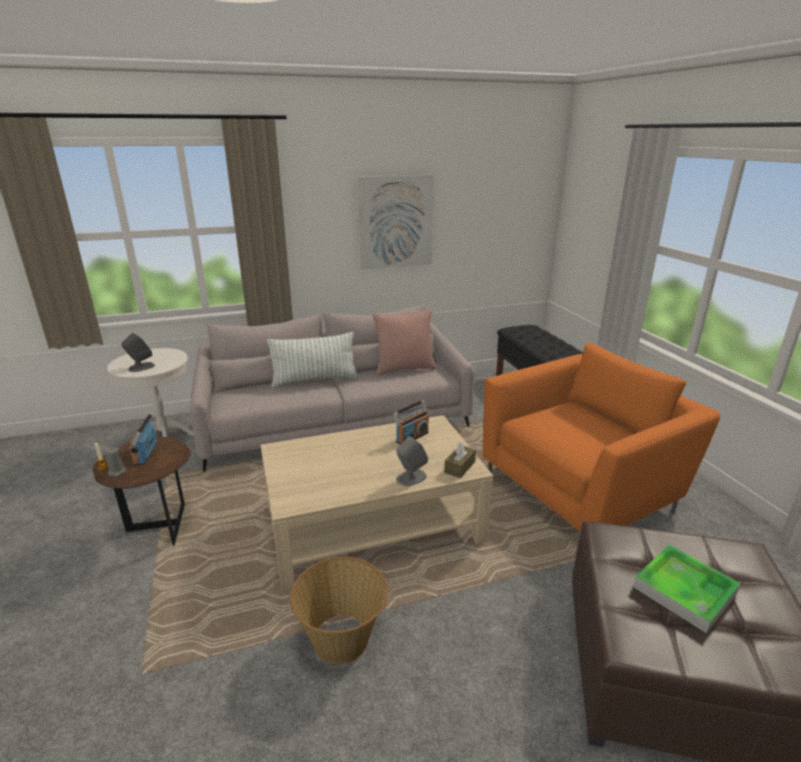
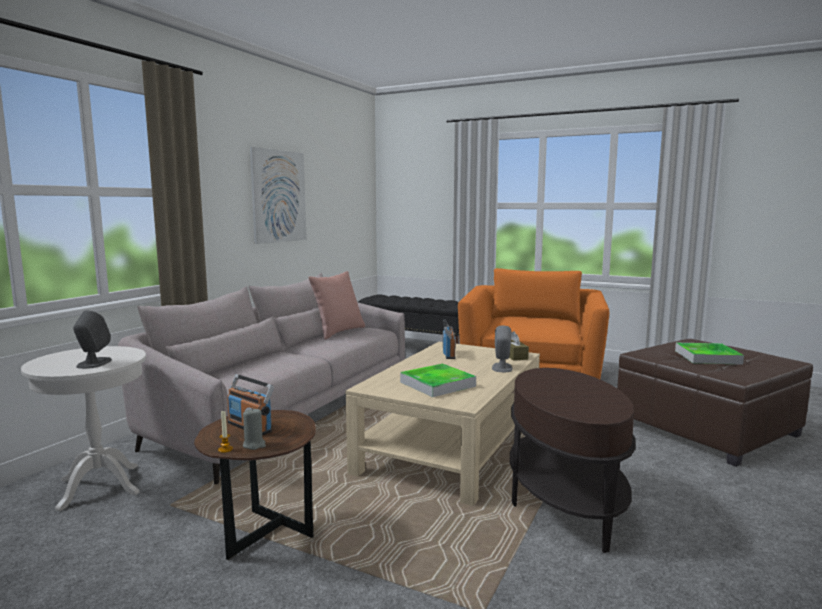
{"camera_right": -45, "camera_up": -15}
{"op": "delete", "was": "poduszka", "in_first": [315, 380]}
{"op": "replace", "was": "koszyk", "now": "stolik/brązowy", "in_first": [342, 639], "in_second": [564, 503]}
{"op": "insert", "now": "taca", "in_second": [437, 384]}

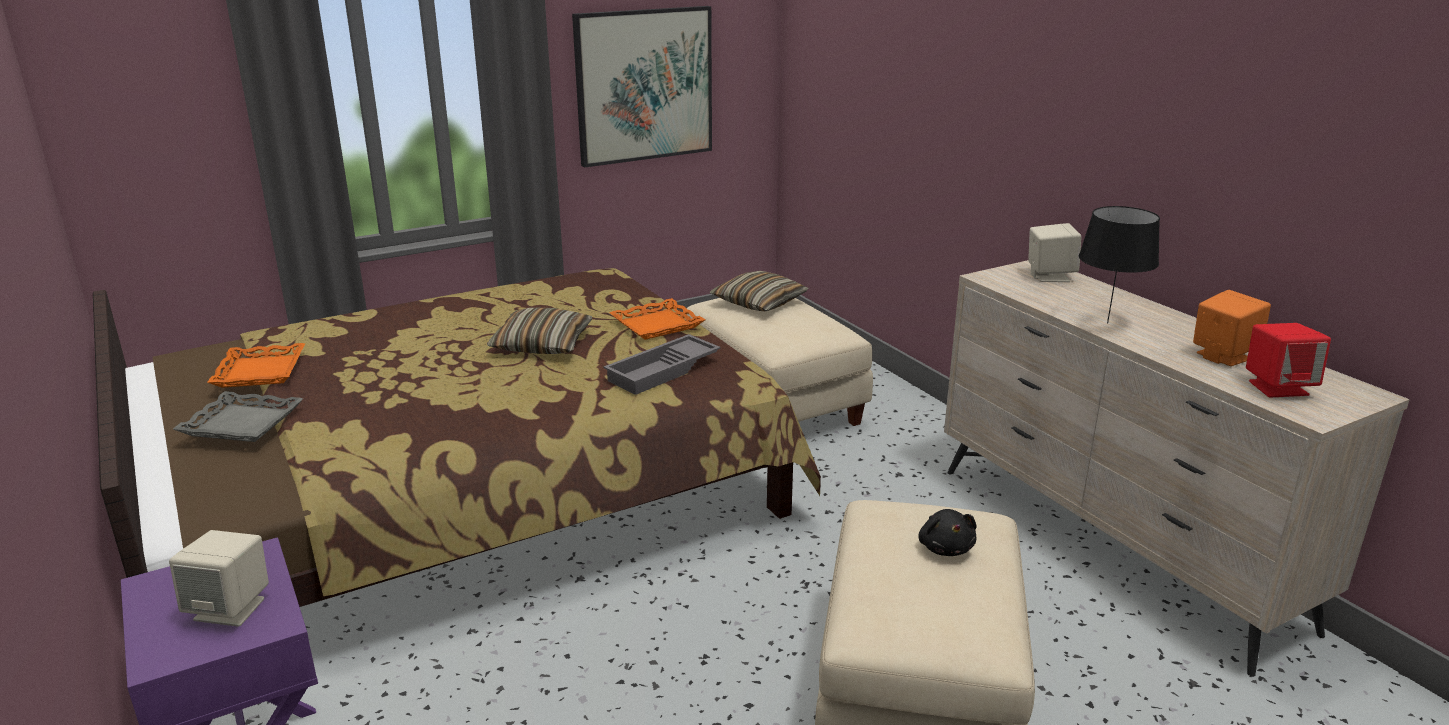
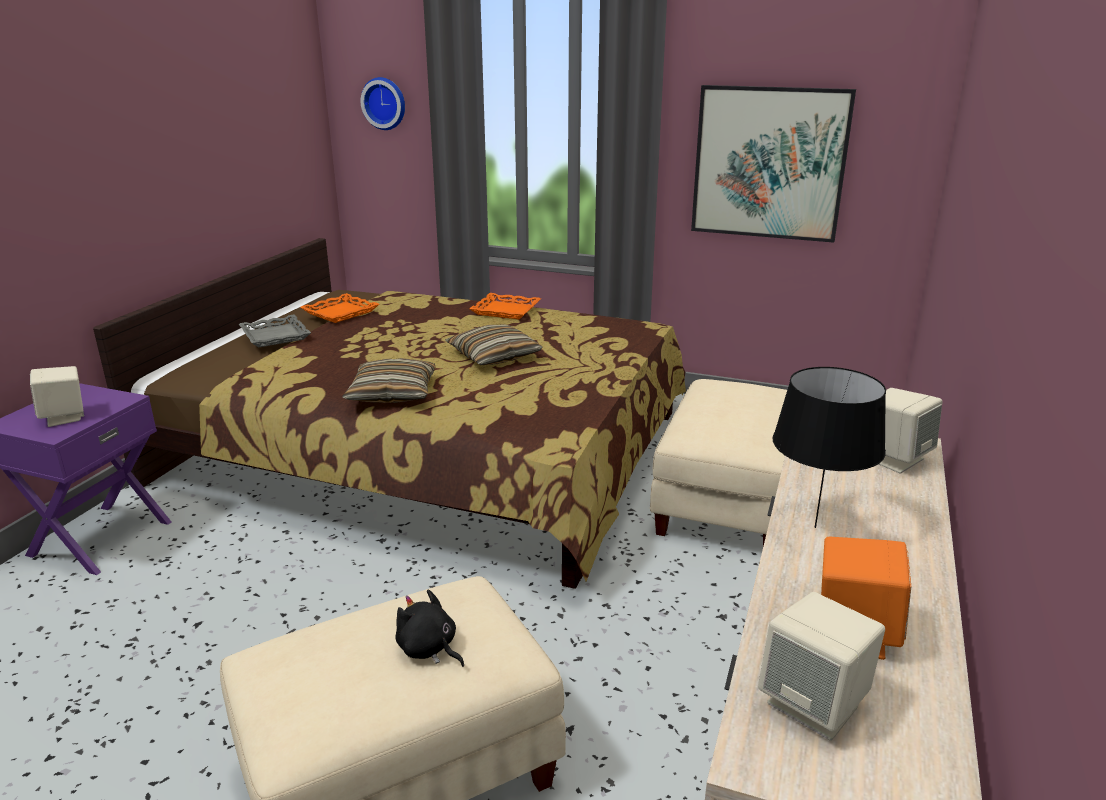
{"camera_right": 50, "camera_up": 0}
{"op": "delete", "was": "taca/szary", "in_first": [663, 371]}
{"op": "move", "was": "taca/pomarańczowy", "in_first": [657, 325], "in_second": [505, 311]}
{"op": "move", "was": "poduszka", "in_first": [759, 302], "in_second": [392, 393]}
{"op": "rotate", "was": "pluszak/czarny", "in_first": [945, 547], "in_second": [429, 649], "clockwise": 90}
{"op": "recolor", "was": "głośnik/czerwony", "now": "głośnik/beżowy", "in_first": [1278, 388], "in_second": [814, 704]}
{"op": "insert", "now": "zegar ścienny", "in_second": [385, 103]}

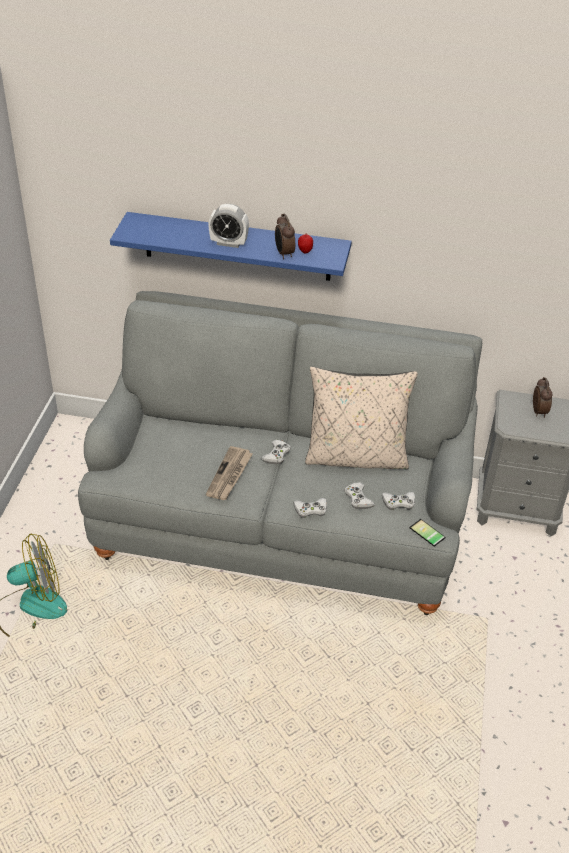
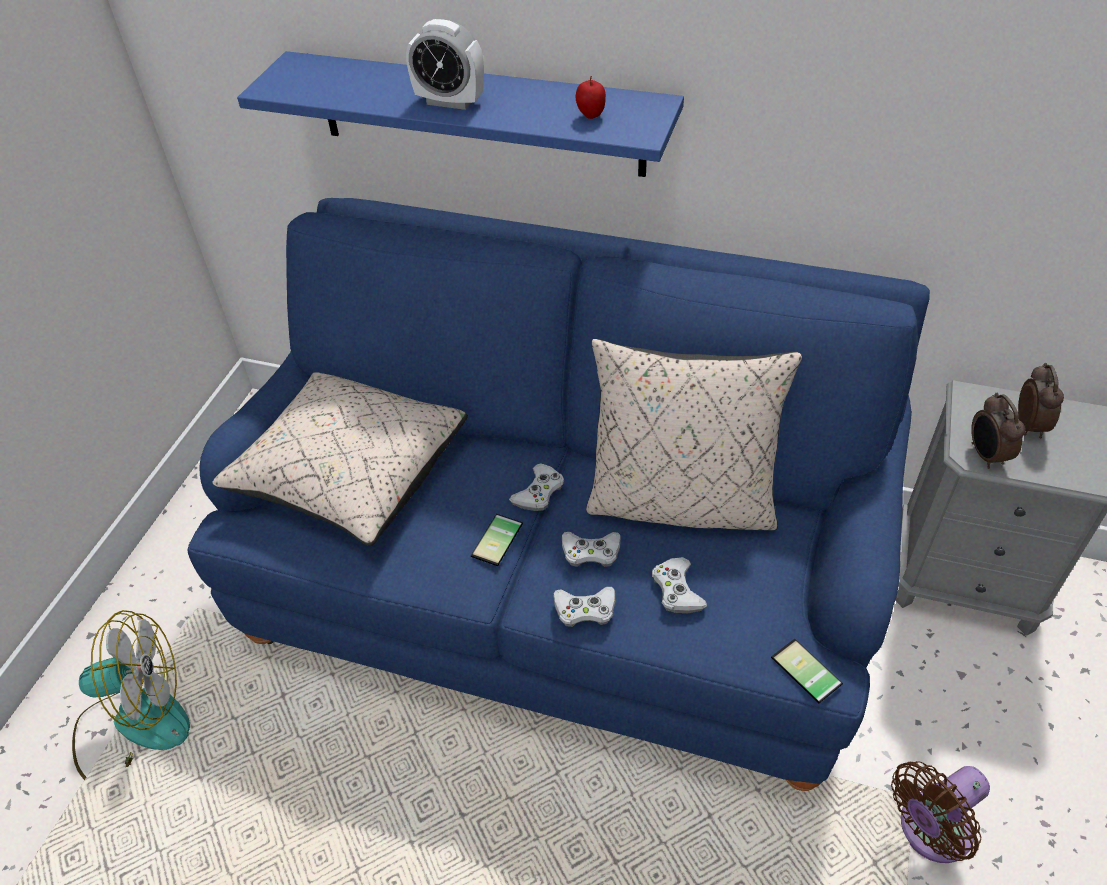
{"camera_right": 10, "camera_up": 5}
{"op": "recolor", "was": "kanapa/szary", "now": "kanapa/niebieski", "in_first": [281, 522], "in_second": [562, 586]}
{"op": "delete", "was": "gazeta", "in_first": [229, 475]}
{"op": "move", "was": "budzik", "in_first": [284, 253], "in_second": [985, 456]}
{"op": "move", "was": "pad do gier/biały", "in_first": [398, 503], "in_second": [591, 552]}
{"op": "insert", "now": "poduszka/beżowy", "in_second": [351, 473]}
{"op": "insert", "now": "telefon", "in_second": [500, 541]}
{"op": "insert", "now": "wentylator/brązowy", "in_second": [929, 831]}

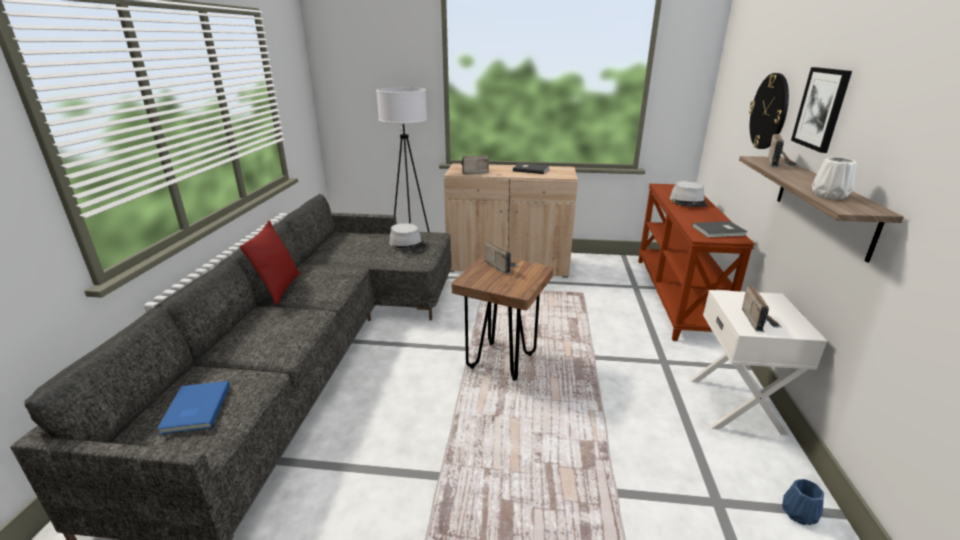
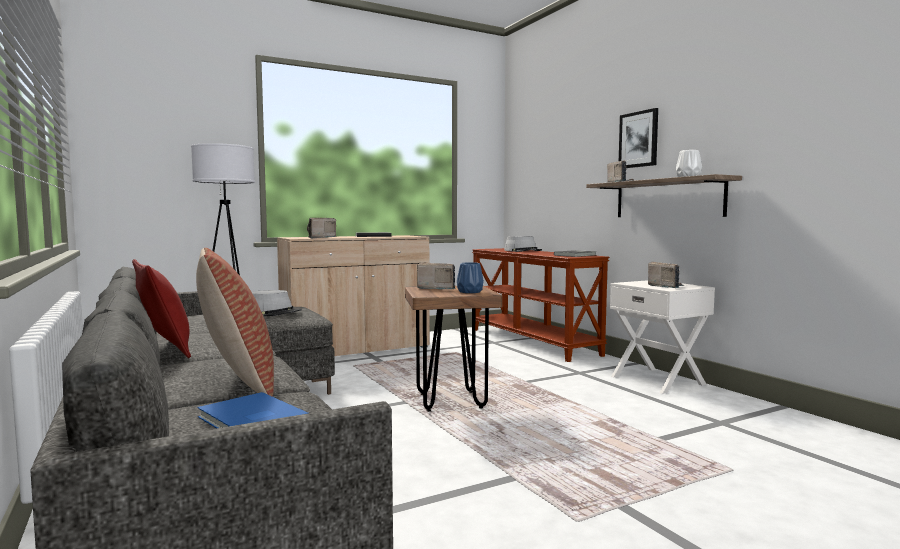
{"camera_right": -35, "camera_up": -20}
{"op": "delete", "was": "zegar ścienny", "in_first": [769, 111]}
{"op": "move", "was": "wazon/niebieski", "in_first": [797, 513], "in_second": [469, 292]}
{"op": "insert", "now": "poduszka", "in_second": [237, 383]}

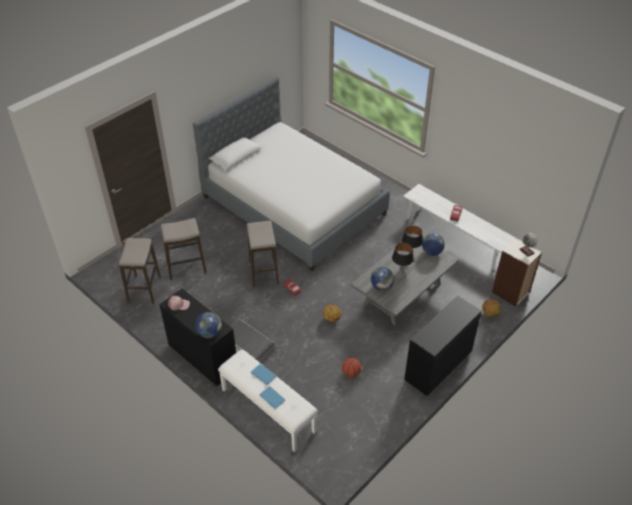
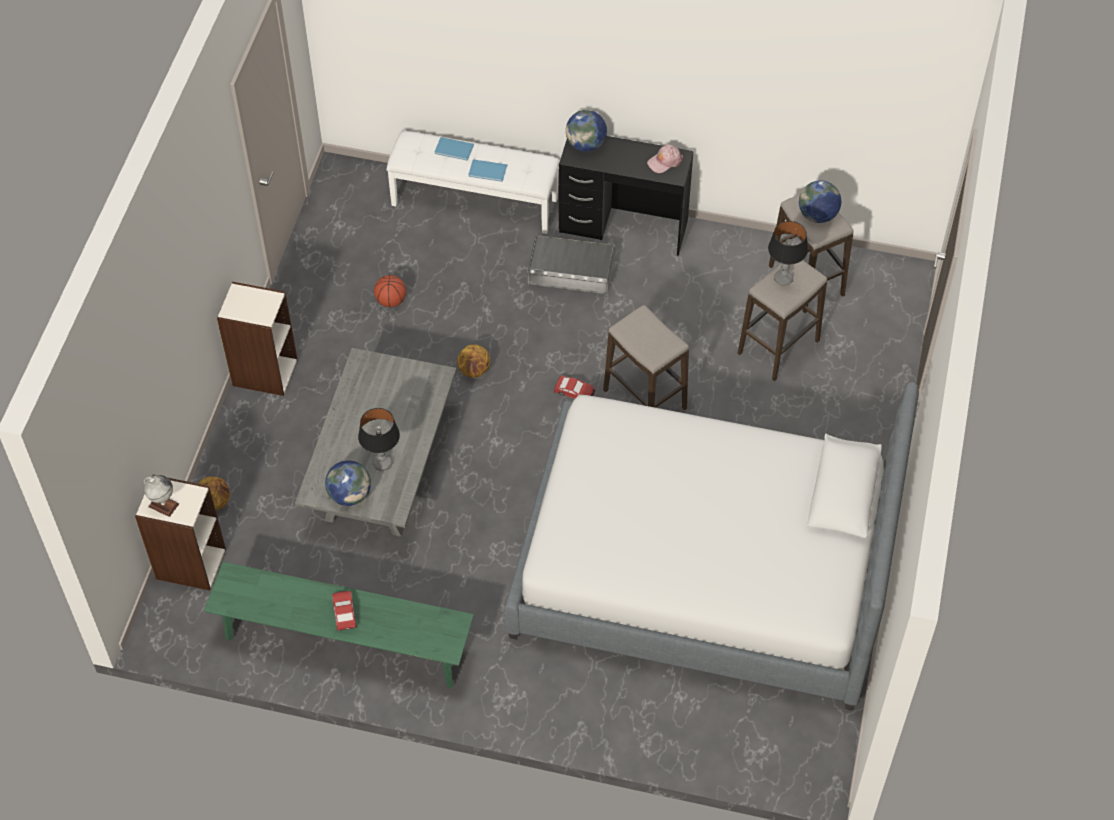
{"camera_right": 150, "camera_up": 10}
{"op": "move", "was": "globus", "in_first": [381, 286], "in_second": [817, 215]}
{"op": "move", "was": "lampa stołowa", "in_first": [400, 276], "in_second": [783, 279]}
{"op": "recolor", "was": "ławka/biały", "now": "ławka/zielony", "in_first": [454, 238], "in_second": [344, 644]}
{"op": "replace", "was": "biurko/czarny", "now": "regał", "in_first": [438, 365], "in_second": [264, 372]}

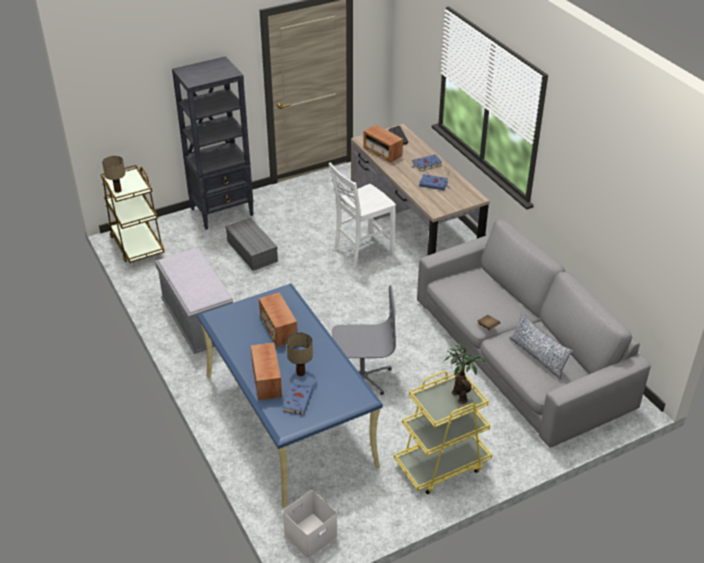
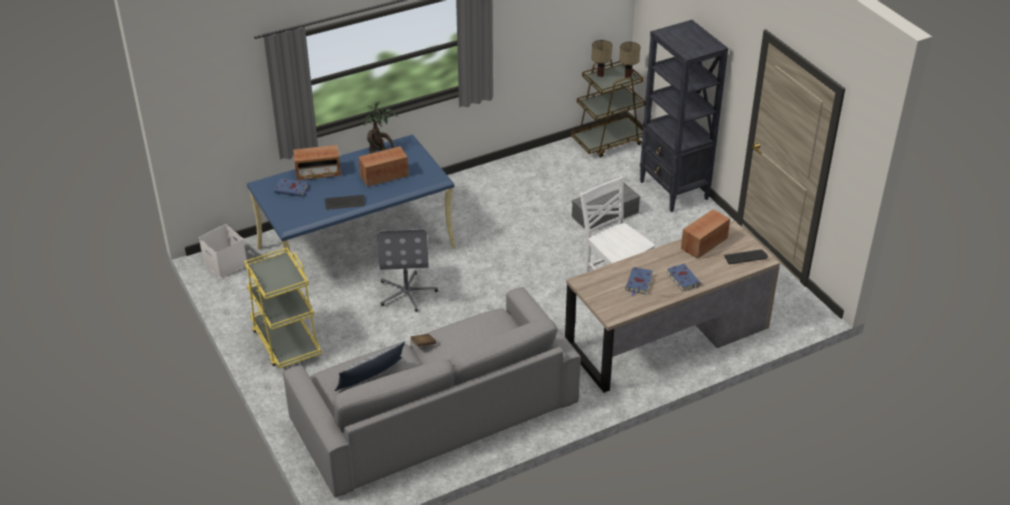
{"camera_right": 90, "camera_up": 0}
{"op": "delete", "was": "ławka/szary", "in_first": [198, 322]}
{"op": "move", "was": "lampa stołowa", "in_first": [301, 372], "in_second": [628, 76]}
{"op": "move", "was": "roślina doniczkowa", "in_first": [459, 395], "in_second": [379, 150]}
{"op": "insert", "now": "klawiatura", "in_second": [345, 203]}

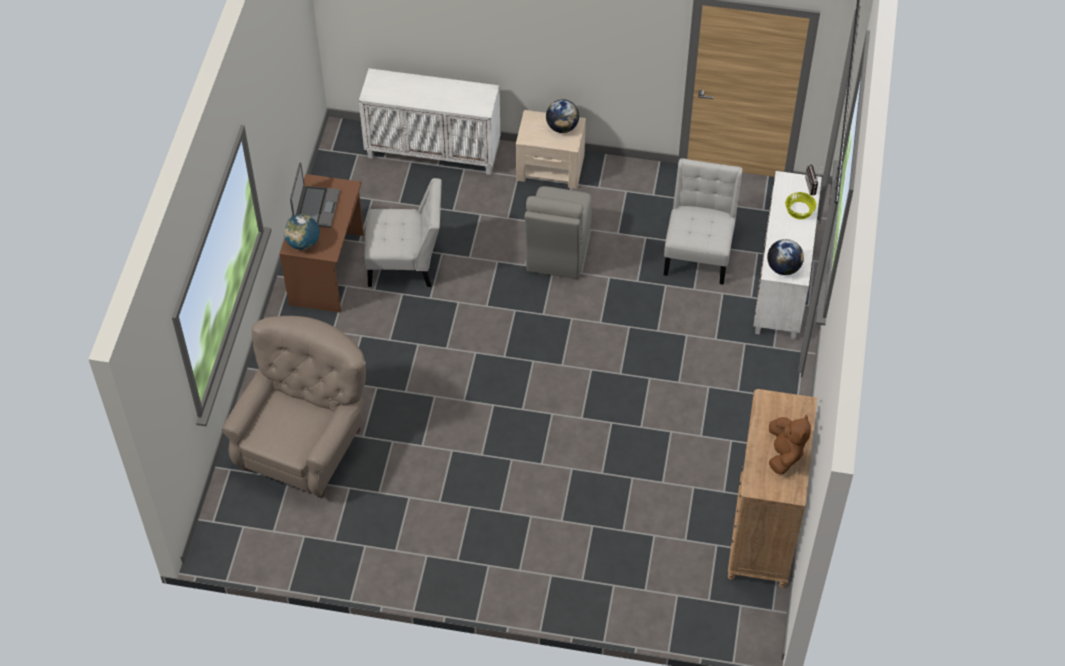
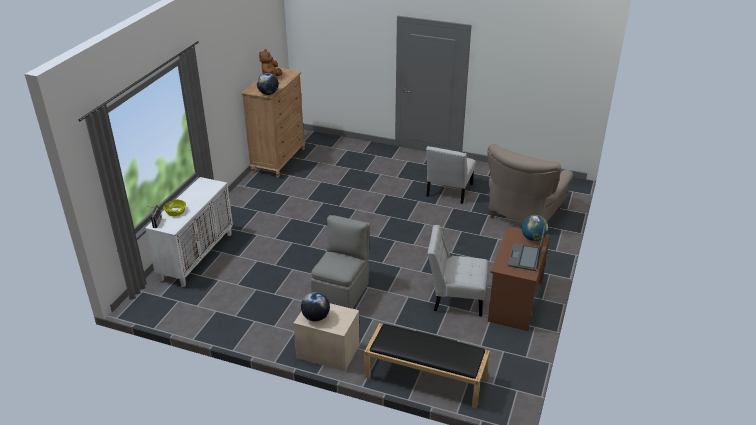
{"camera_right": -170, "camera_up": -20}
{"op": "replace", "was": "szafka/biały", "now": "ławka/czarny", "in_first": [434, 151], "in_second": [424, 377]}
{"op": "move", "was": "krzesło/biały", "in_first": [699, 251], "in_second": [448, 192]}
{"op": "move", "was": "globus", "in_first": [783, 268], "in_second": [268, 93]}

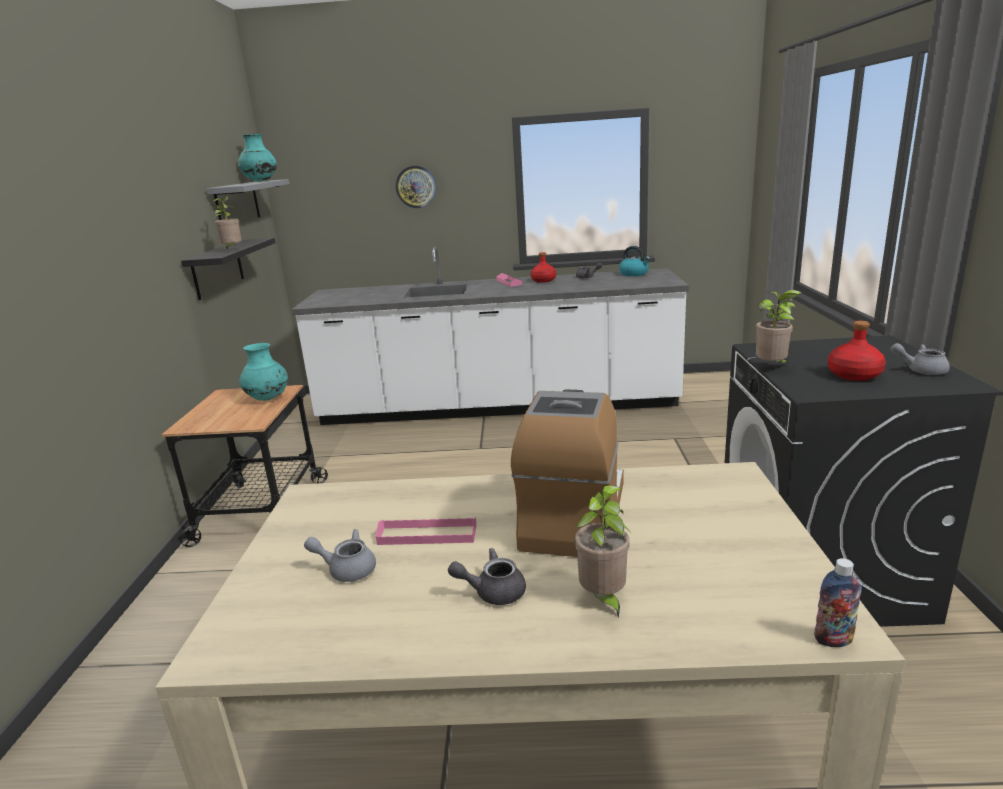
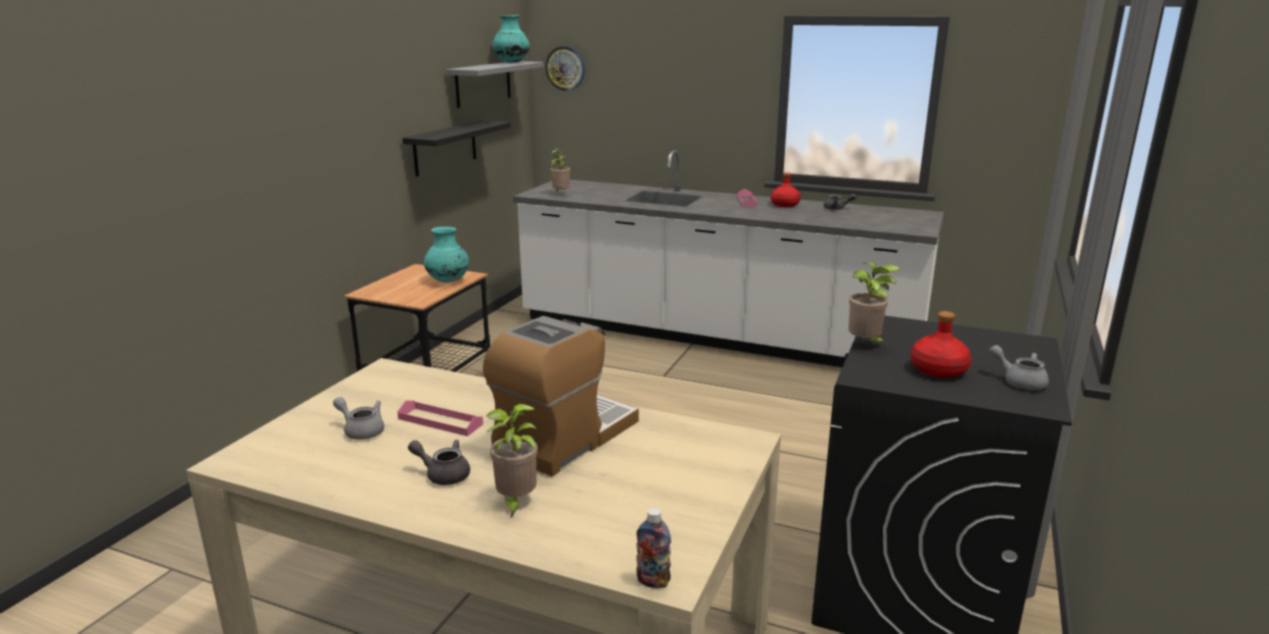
{"camera_right": 20, "camera_up": 0}
{"op": "move", "was": "roślina doniczkowa", "in_first": [232, 250], "in_second": [561, 194]}
{"op": "move", "was": "zegar ścienny", "in_first": [416, 187], "in_second": [565, 68]}
{"op": "delete", "was": "czajnik", "in_first": [634, 274]}

